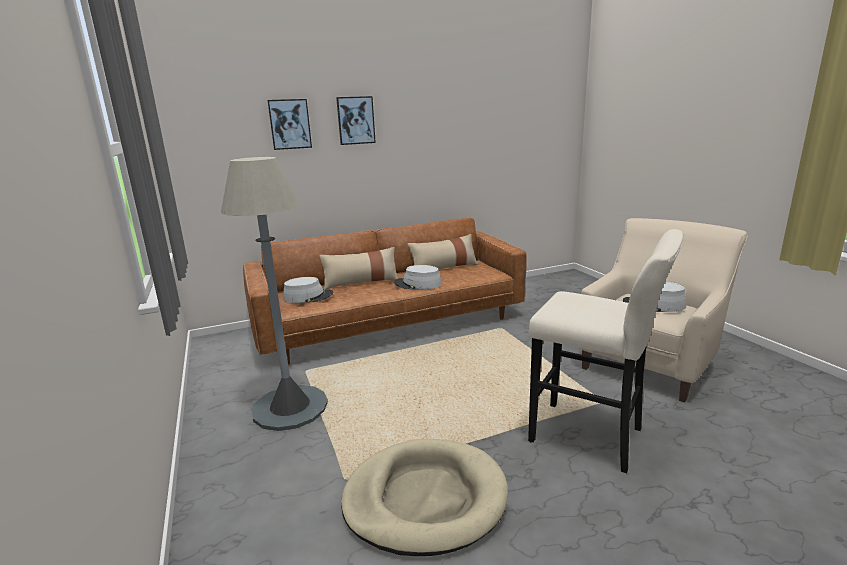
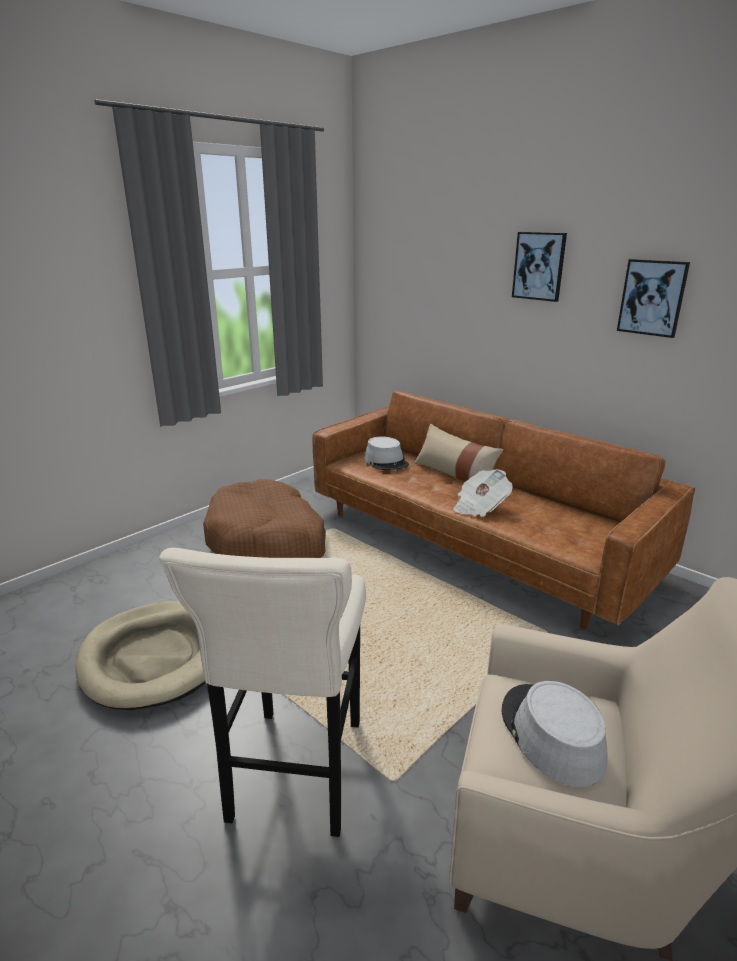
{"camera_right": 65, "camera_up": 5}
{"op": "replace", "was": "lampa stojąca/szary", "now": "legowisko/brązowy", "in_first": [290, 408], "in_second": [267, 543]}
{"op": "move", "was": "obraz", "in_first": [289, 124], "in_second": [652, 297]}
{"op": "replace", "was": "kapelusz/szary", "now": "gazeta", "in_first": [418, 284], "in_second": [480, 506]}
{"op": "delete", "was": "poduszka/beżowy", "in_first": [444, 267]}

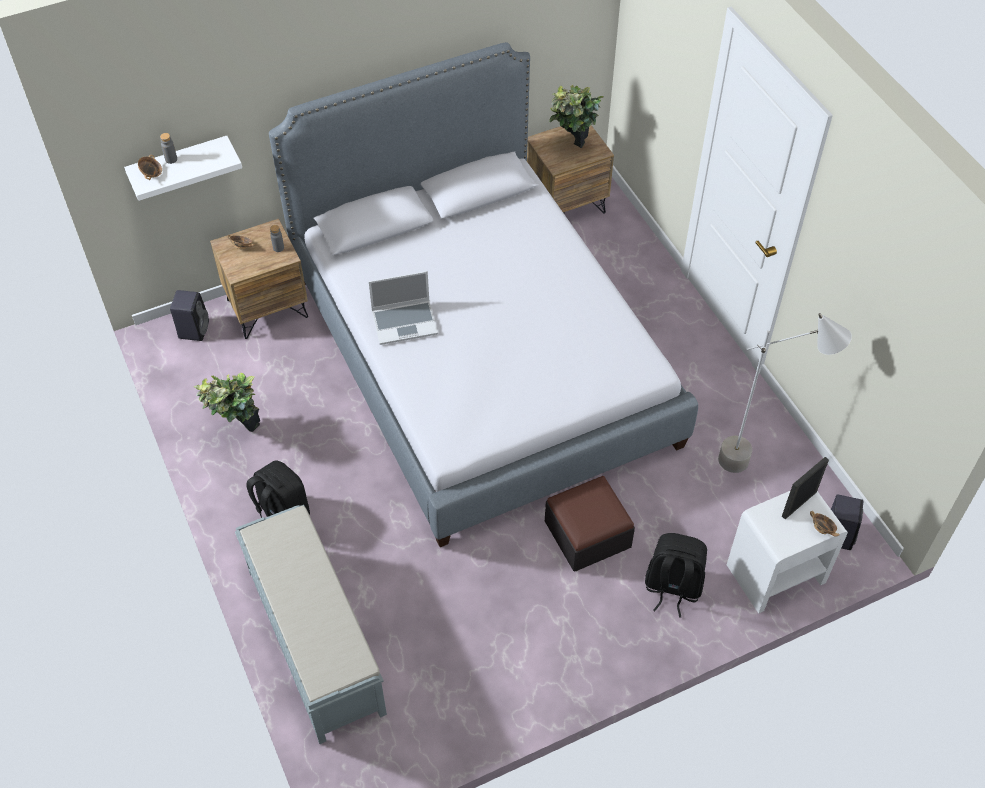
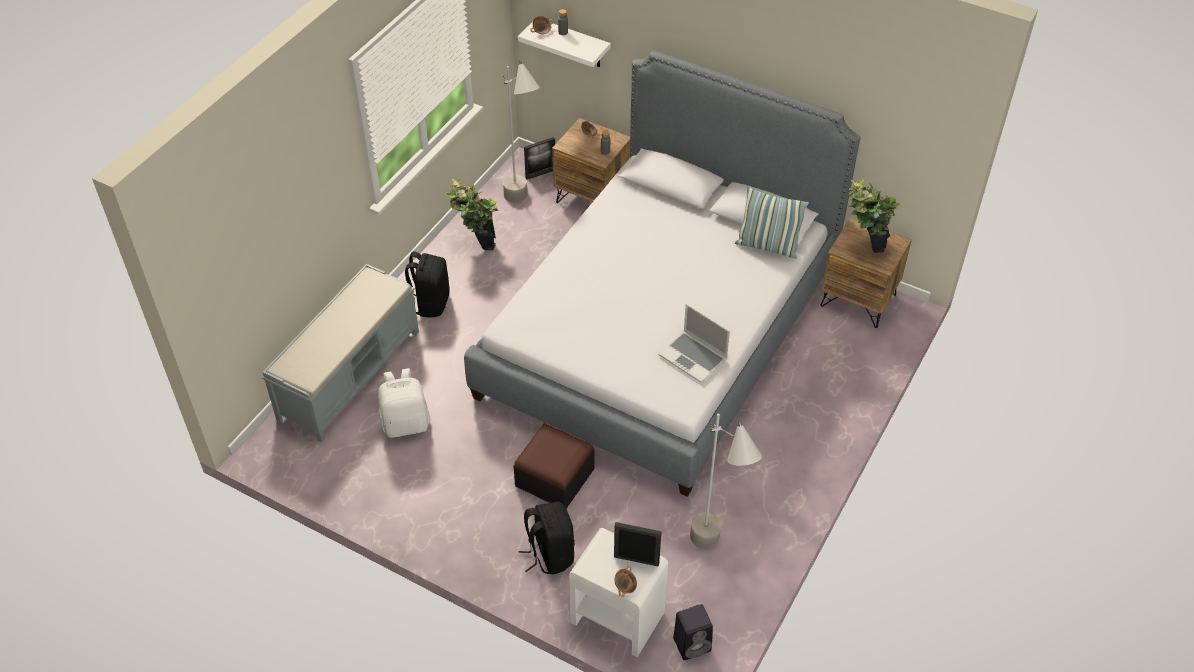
{"camera_right": 55, "camera_up": -5}
{"op": "replace", "was": "głośnik/czarny", "now": "ramka na zdjęcie", "in_first": [194, 329], "in_second": [540, 174]}
{"op": "move", "was": "laptop", "in_first": [405, 322], "in_second": [694, 358]}
{"op": "insert", "now": "plecak/biały", "in_second": [406, 424]}
{"op": "insert", "now": "lampa stojąca/szary", "in_second": [524, 207]}
{"op": "insert", "now": "poduszka", "in_second": [767, 246]}

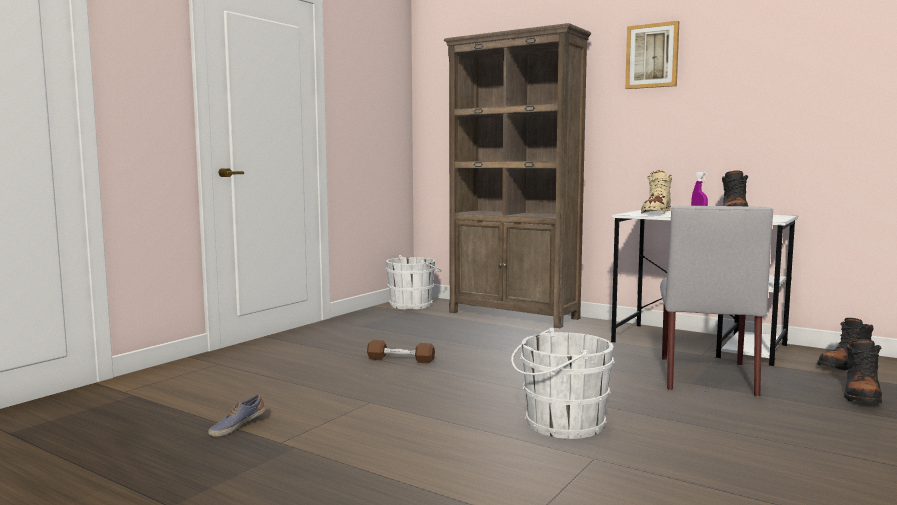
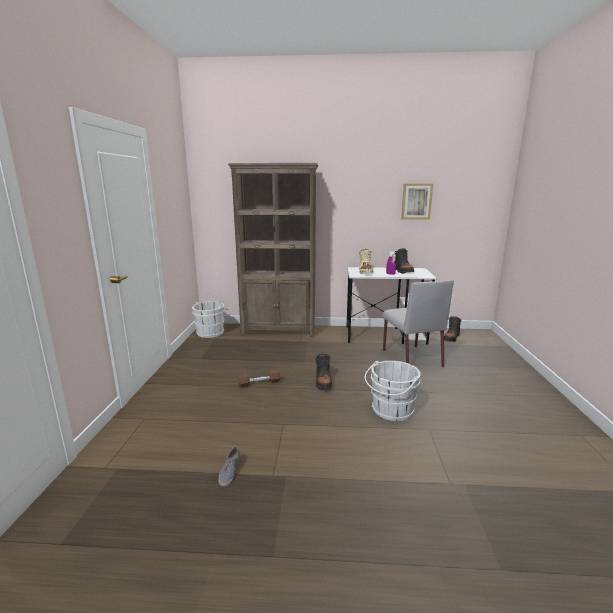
{"camera_right": -30, "camera_up": 10}
{"op": "move", "was": "obraz", "in_first": [652, 56], "in_second": [416, 201]}
{"op": "move", "was": "but z cholewką/czarny", "in_first": [861, 395], "in_second": [323, 382]}

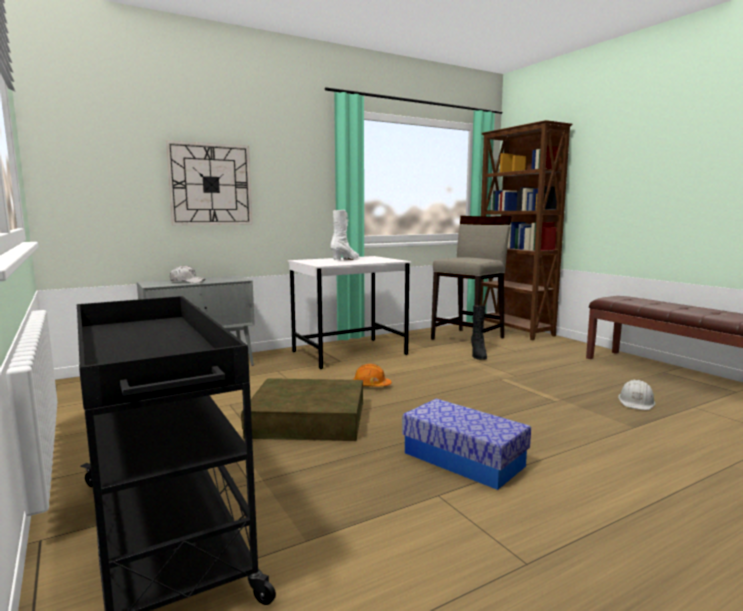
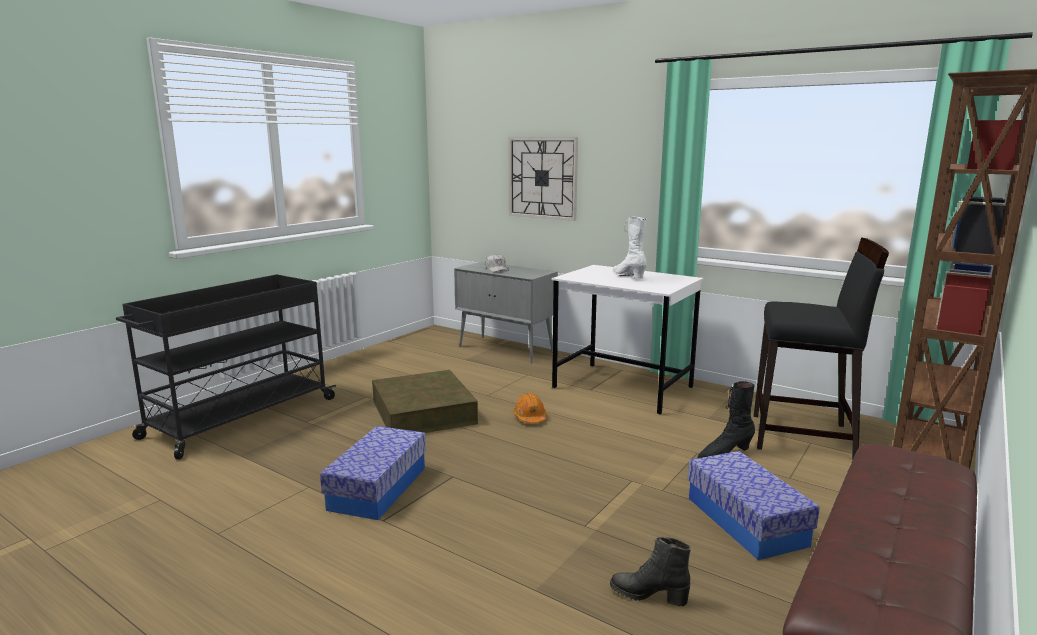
{"camera_right": 65, "camera_up": 5}
{"op": "rotate", "was": "but z cholewką/biały", "in_first": [346, 260], "in_second": [628, 276], "clockwise": -120}
{"op": "recolor", "was": "stołek/beżowy", "now": "stołek/czarny", "in_first": [468, 338], "in_second": [803, 437]}
{"op": "replace", "was": "kask/biały", "now": "but z cholewką/czarny", "in_first": [636, 402], "in_second": [648, 595]}
{"op": "insert", "now": "pojemnik do przechowywania", "in_second": [745, 521]}

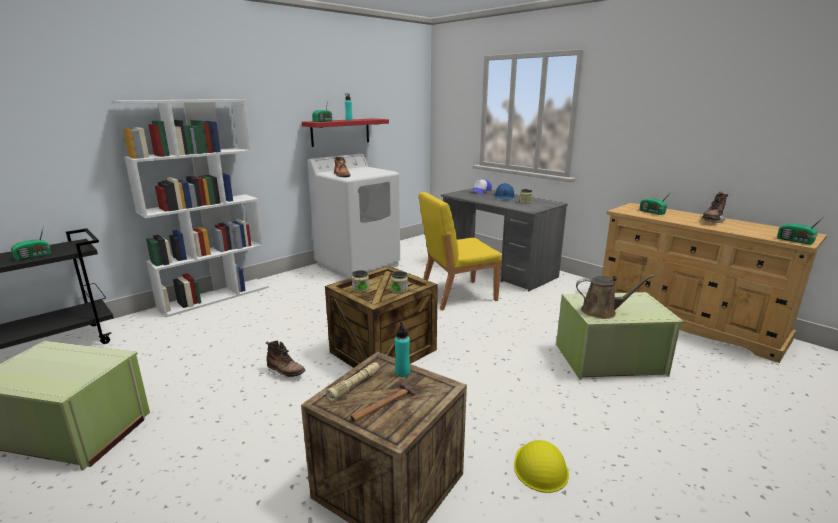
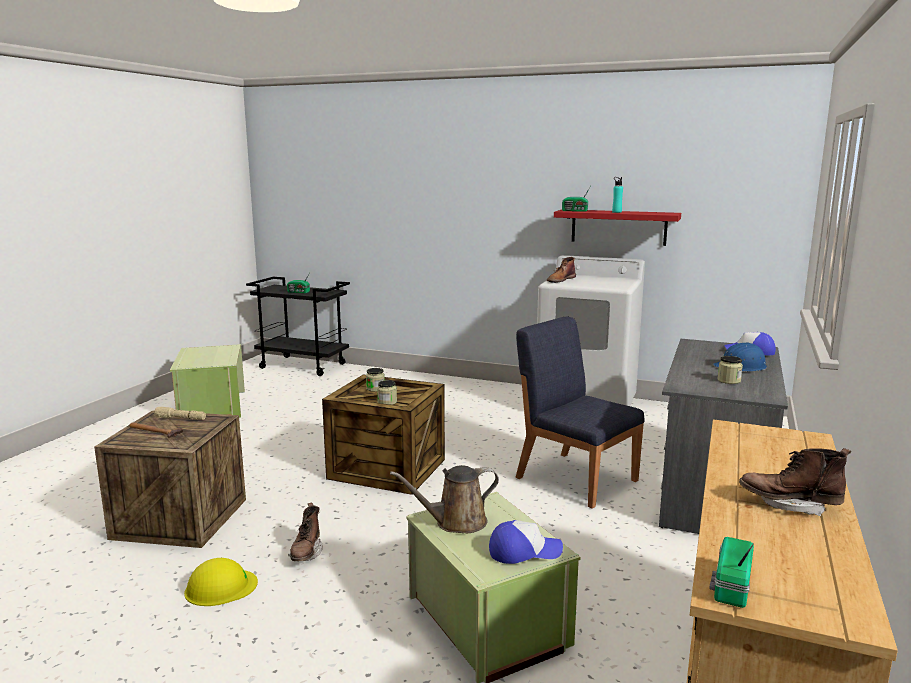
{"camera_right": 65, "camera_up": -5}
{"op": "delete", "was": "regał/biały", "in_first": [215, 296]}
{"op": "move", "was": "but z cholewką/brązowy", "in_first": [286, 373], "in_second": [306, 553]}
{"op": "delete", "was": "butelka/turkusowy", "in_first": [402, 372]}
{"op": "recolor", "was": "krzesło/żółty", "now": "krzesło/niebieski", "in_first": [457, 294], "in_second": [575, 478]}
{"op": "rotate", "was": "konewka/brązowy", "in_first": [602, 311], "in_second": [456, 522], "clockwise": 90}
{"op": "delete", "was": "radio", "in_first": [652, 212]}
{"op": "insert", "now": "czapka z daszkiem", "in_second": [524, 551]}

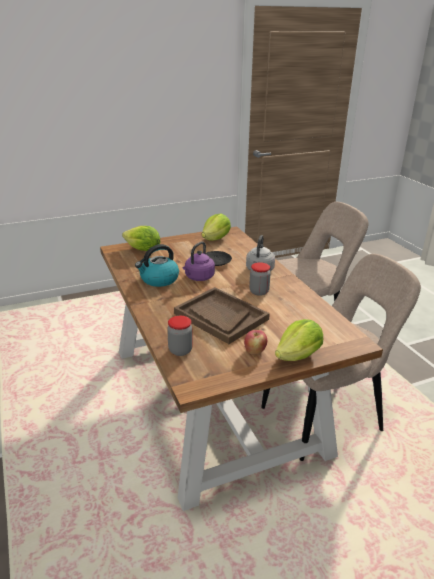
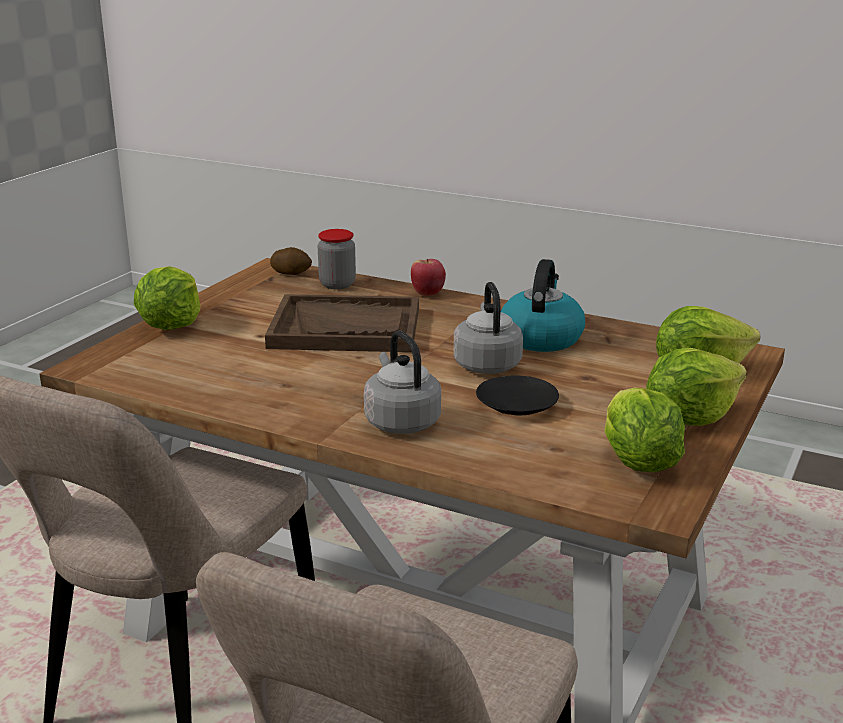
{"camera_right": 140, "camera_up": -5}
{"op": "recolor", "was": "czajnik/fioletowy", "now": "czajnik/szary", "in_first": [198, 277], "in_second": [486, 364]}
{"op": "move", "was": "jabłko", "in_first": [254, 351], "in_second": [428, 293]}
{"op": "delete", "was": "słoik", "in_first": [259, 292]}
{"op": "insert", "now": "ziemniak", "in_second": [291, 273]}
{"op": "insert", "now": "sałata", "in_second": [690, 417]}

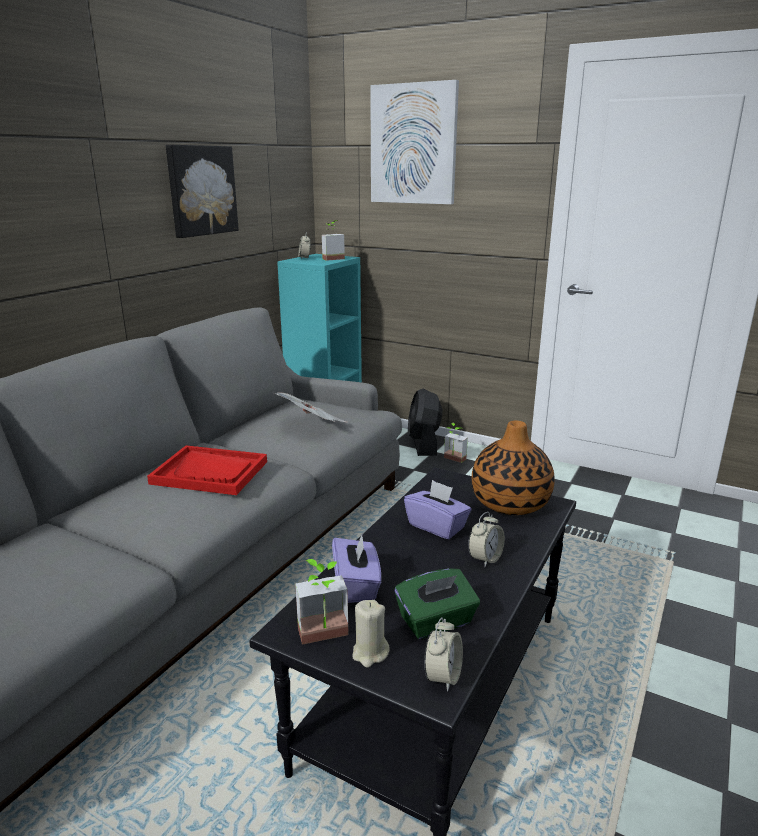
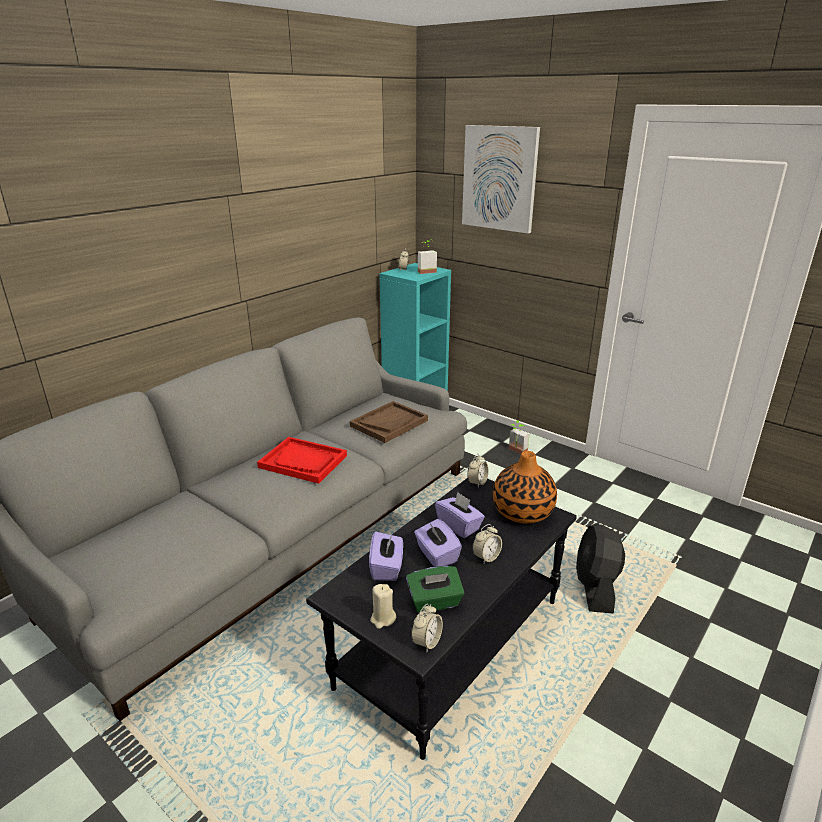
{"camera_right": 10, "camera_up": 5}
{"op": "delete", "was": "obraz", "in_first": [201, 190]}
{"op": "replace", "was": "gazeta", "now": "taca/brązowy", "in_first": [312, 425], "in_second": [389, 423]}
{"op": "delete", "was": "roślina doniczkowa", "in_first": [325, 638]}
{"op": "move", "was": "wentylator/czarny", "in_first": [424, 444], "in_second": [595, 588]}
{"op": "insert", "now": "pudełko chusteczek/fioletowy", "in_second": [436, 555]}
{"op": "insert", "now": "budzik", "in_second": [477, 482]}

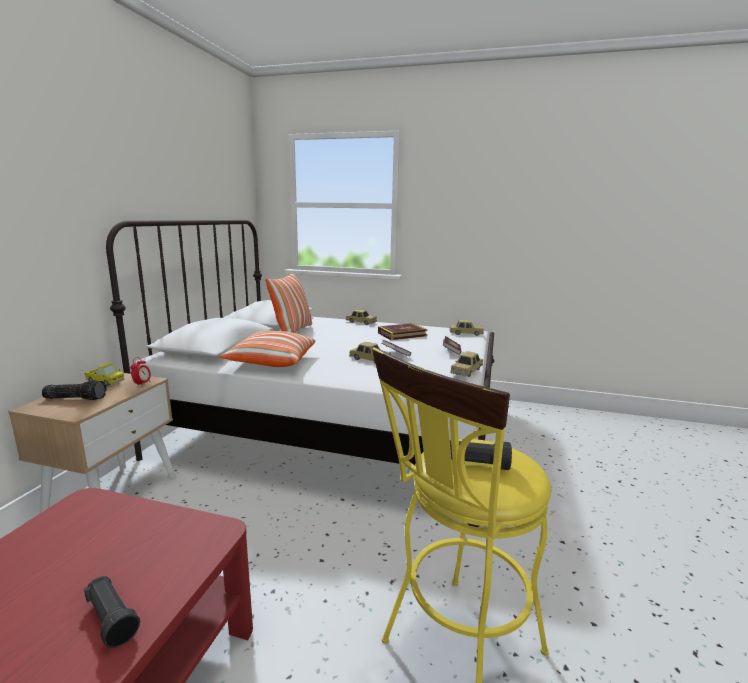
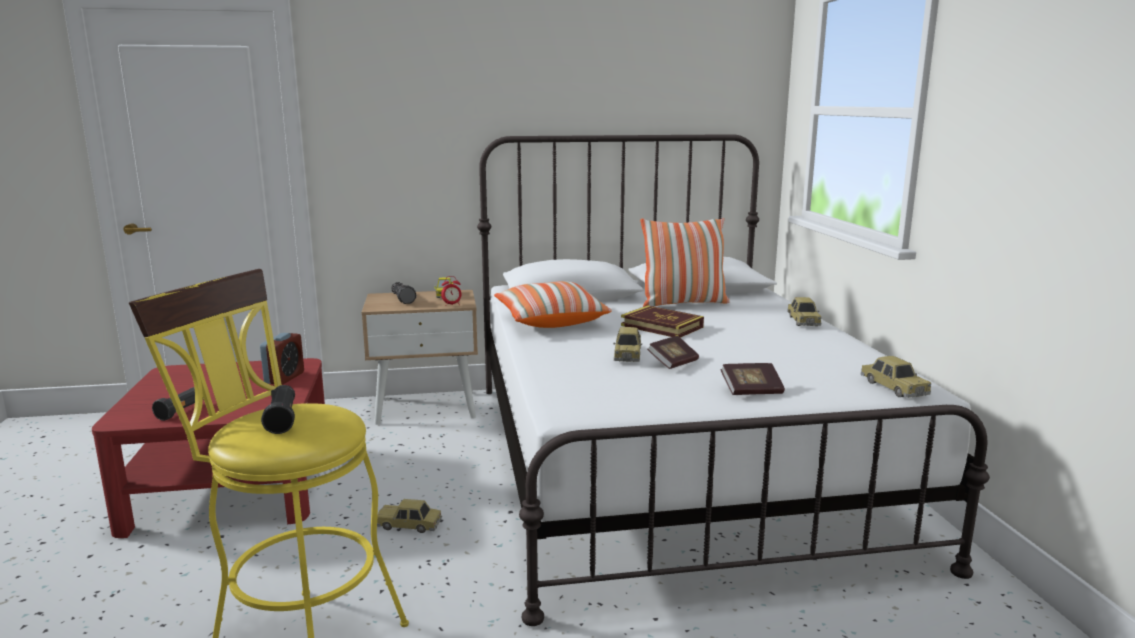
{"camera_right": 65, "camera_up": 0}
{"op": "move", "was": "książka", "in_first": [402, 334], "in_second": [662, 326]}
{"op": "move", "was": "samochodzik", "in_first": [466, 371], "in_second": [409, 525]}
{"op": "insert", "now": "budzik", "in_second": [284, 378]}

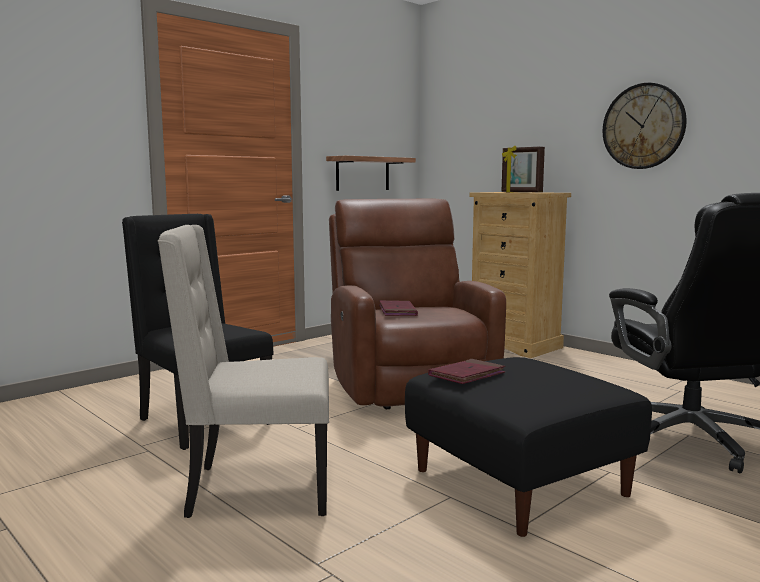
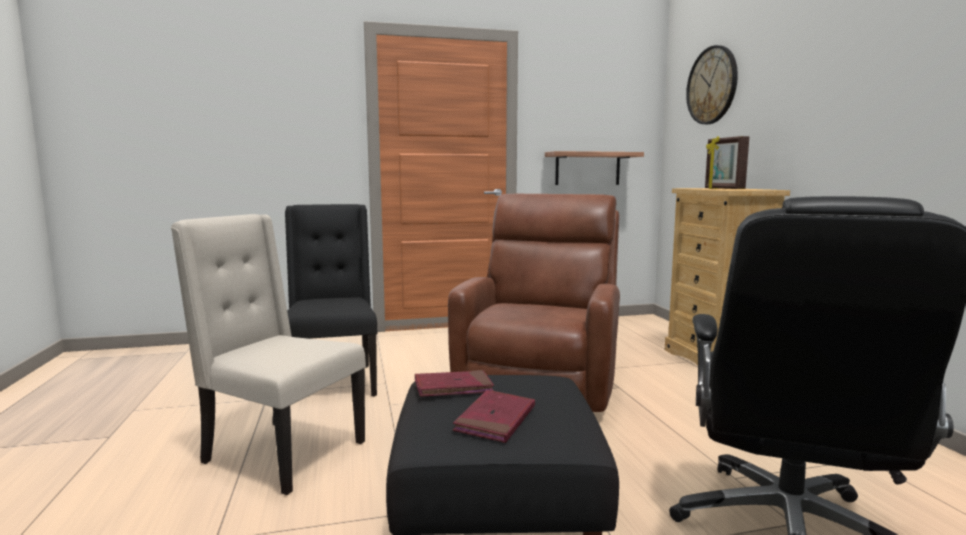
{"camera_right": 30, "camera_up": 0}
{"op": "move", "was": "książka/czerwony", "in_first": [397, 311], "in_second": [495, 420]}
{"op": "move", "was": "zegar ścienny", "in_first": [643, 126], "in_second": [712, 85]}

